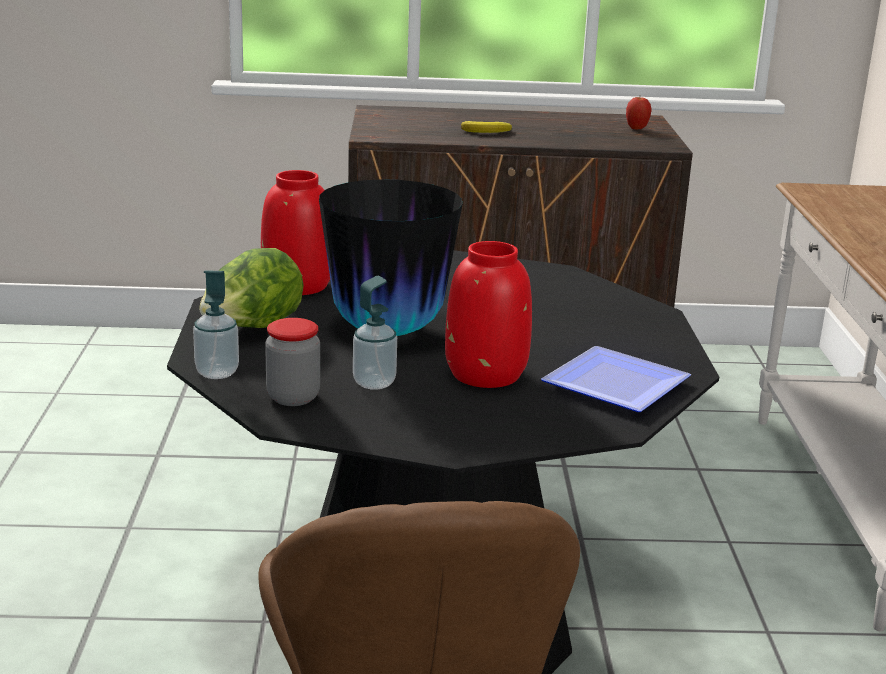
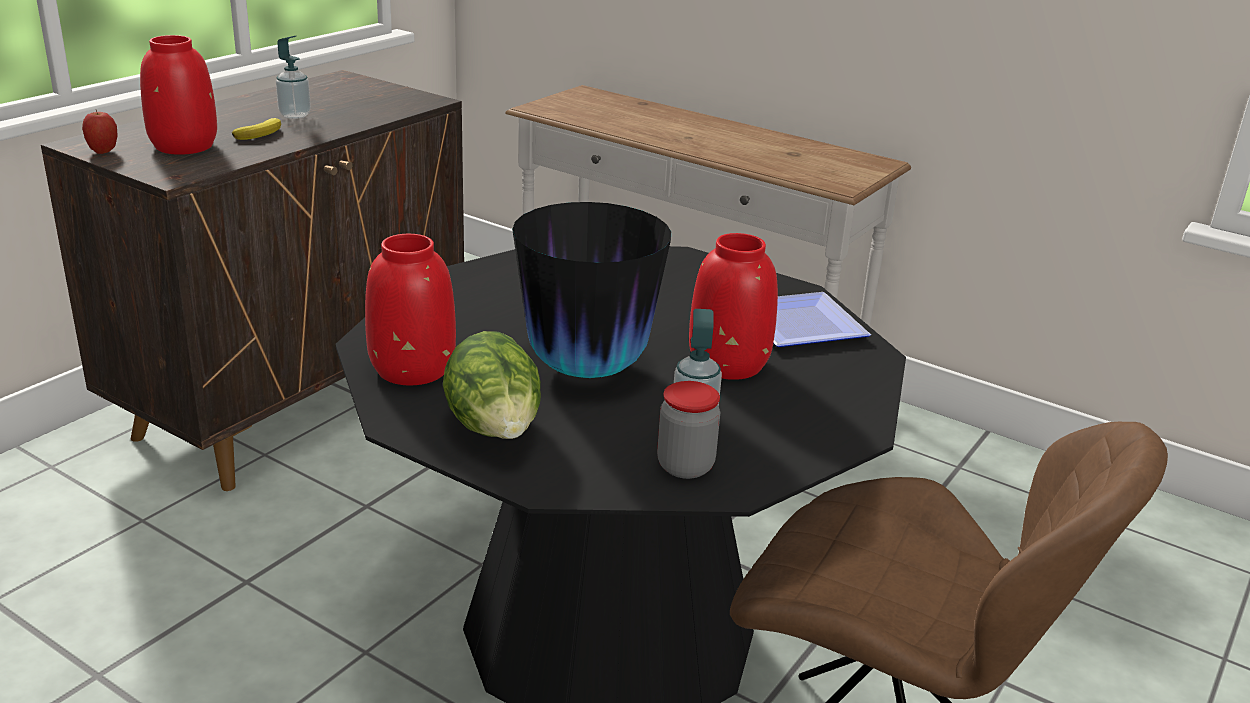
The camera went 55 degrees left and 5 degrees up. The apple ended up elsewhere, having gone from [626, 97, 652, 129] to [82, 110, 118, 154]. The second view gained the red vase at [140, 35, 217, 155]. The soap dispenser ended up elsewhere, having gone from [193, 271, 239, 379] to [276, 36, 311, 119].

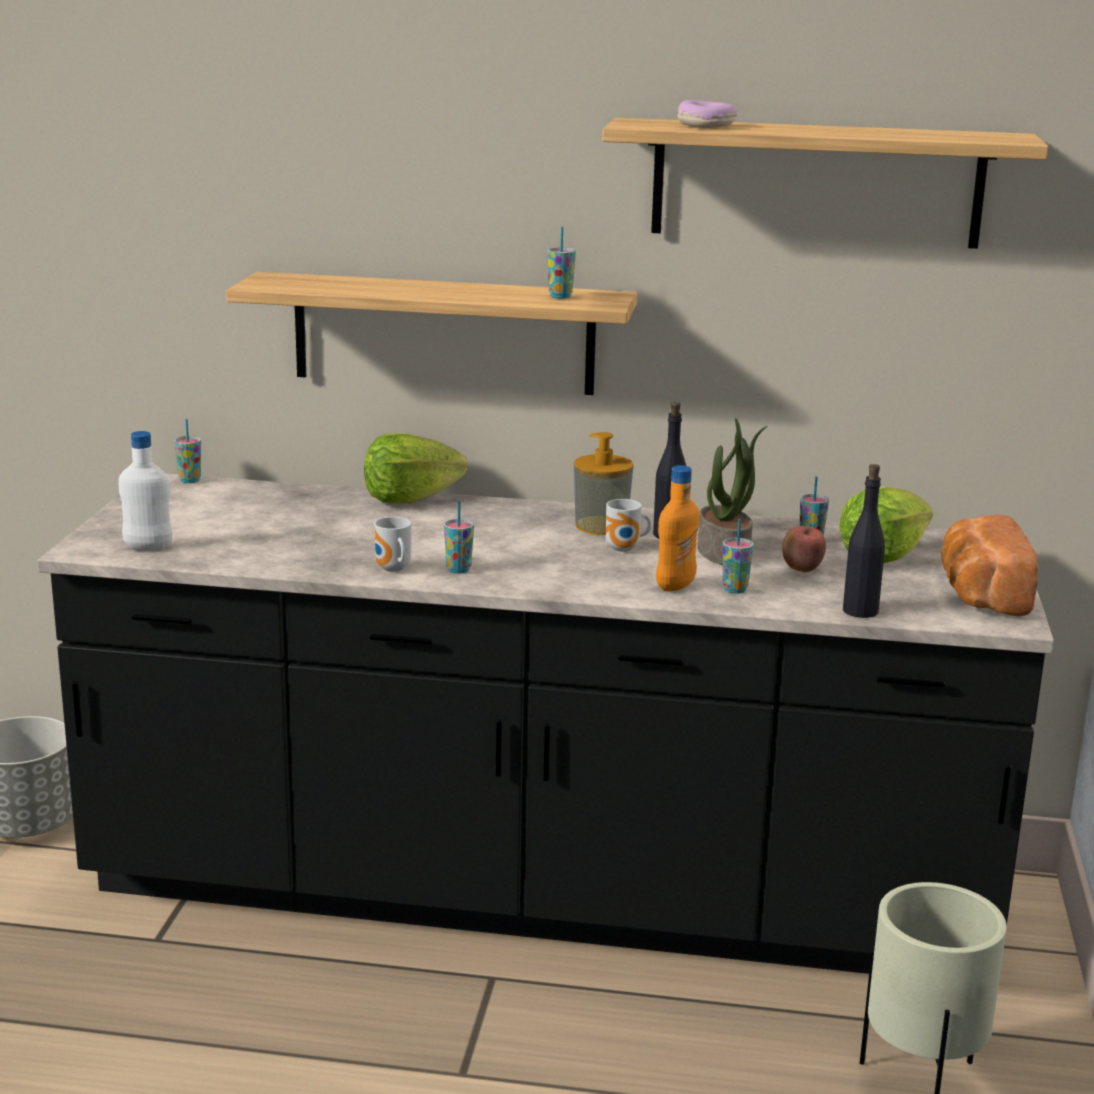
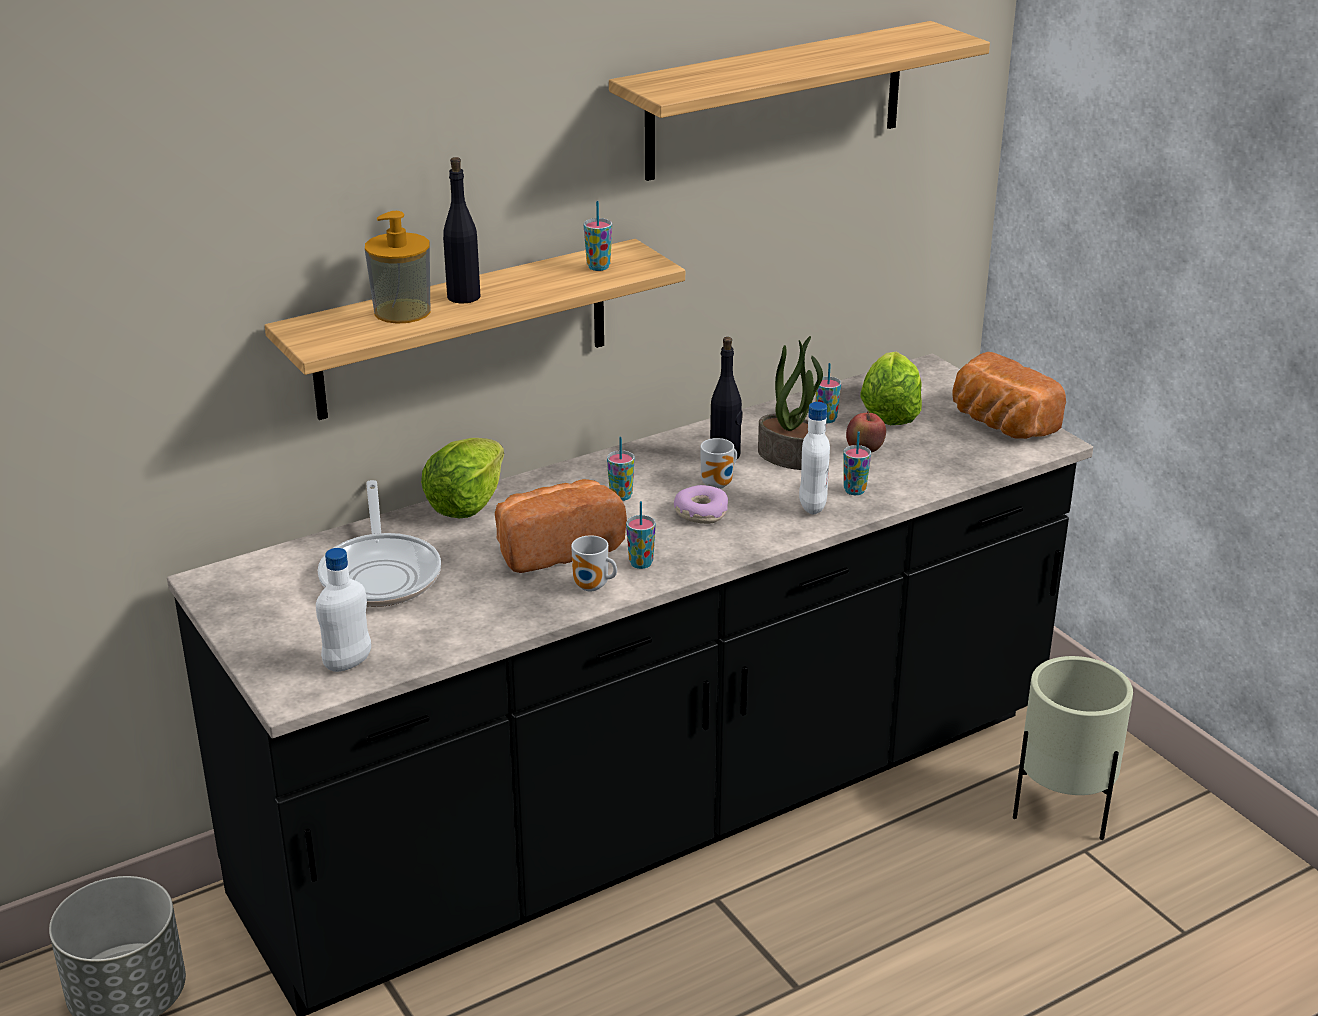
The camera went 40 degrees left and 10 degrees up. The second view gained the frying pan at [318, 480, 441, 607]. The soap dispenser ended up elsewhere, having gone from [574, 432, 634, 535] to [365, 211, 431, 324]. The black bottle ended up elsewhere, having gone from [843, 464, 885, 618] to [443, 157, 480, 303]. The second view gained the bread at [495, 479, 627, 573]. The cup ended up elsewhere, having gone from [174, 419, 201, 483] to [607, 437, 635, 501]. The donut ended up elsewhere, having gone from [677, 100, 737, 128] to [674, 485, 728, 524]. What was the orange bottle at [656, 465, 699, 591] turned into the white bottle at [799, 402, 830, 514].

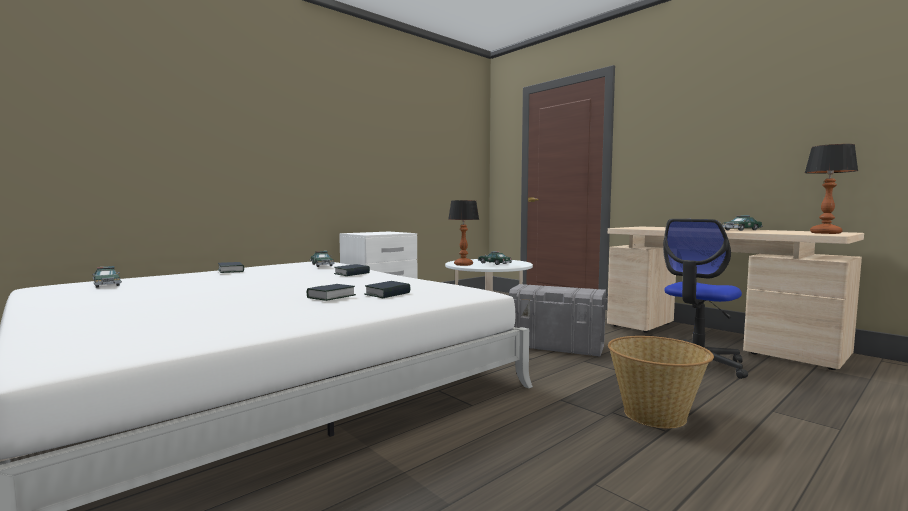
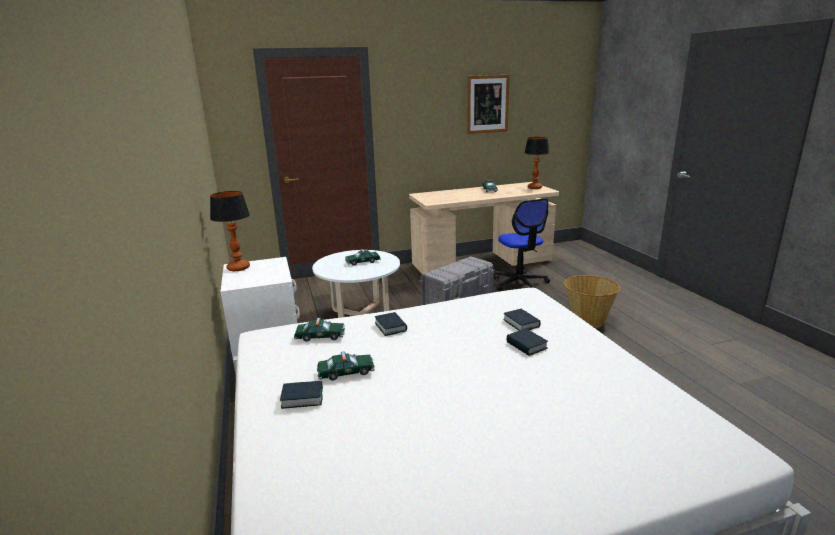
The camera went 65 degrees left and 15 degrees up. The table lamp ended up elsewhere, having gone from [448, 200, 479, 266] to [210, 191, 250, 271]. The toy car ended up elsewhere, having gone from [92, 266, 122, 288] to [317, 351, 375, 380]. The second view gained the picture at [467, 75, 510, 134].

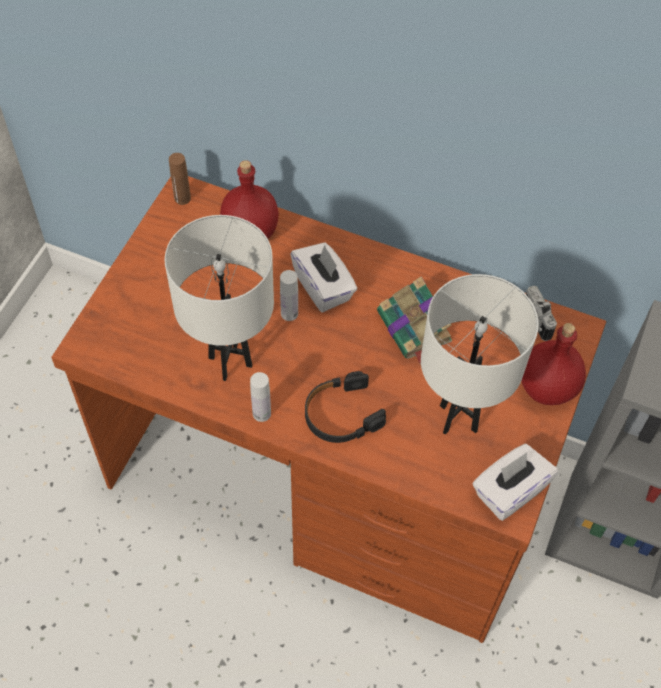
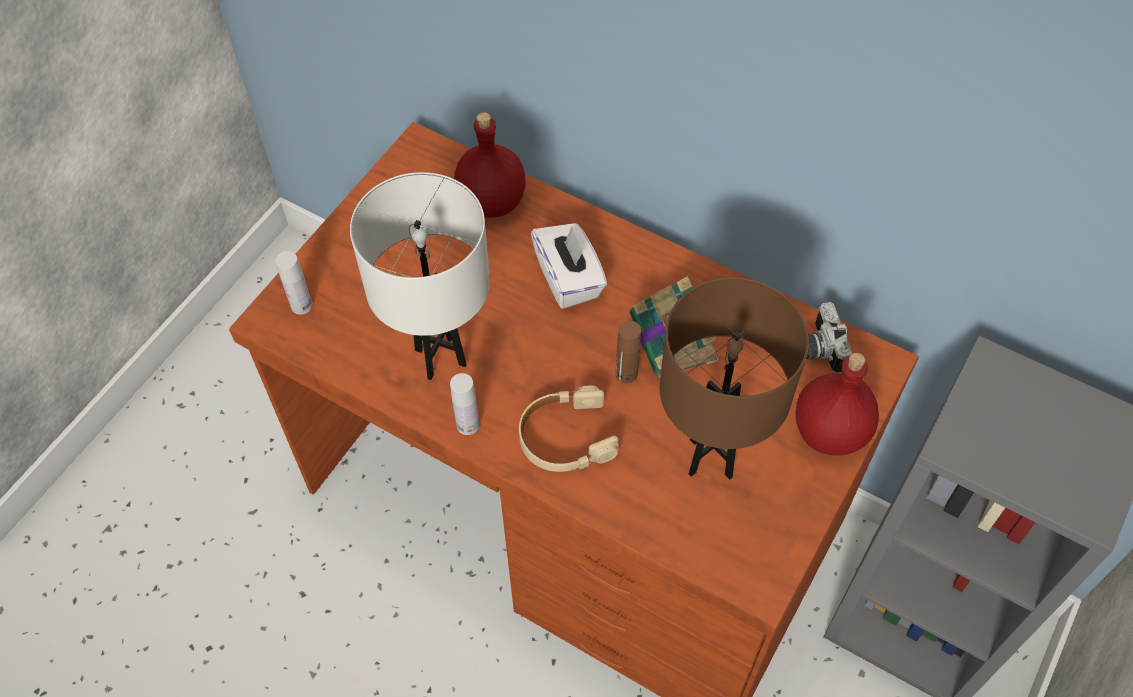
The camera went 10 degrees right and 0 degrees up. The white bottle ended up elsewhere, having gone from [280, 270, 298, 321] to [275, 251, 312, 315]. What was the black headphones at [305, 371, 386, 443] turned into the beige headphones at [519, 385, 619, 472]. The brown bottle ended up elsewhere, having gone from [169, 153, 191, 205] to [616, 321, 641, 383]. What was the white table lamp at [421, 274, 539, 434] turned into the brown table lamp at [660, 277, 809, 479]. The second view lost the white tissue box at [472, 444, 558, 521].

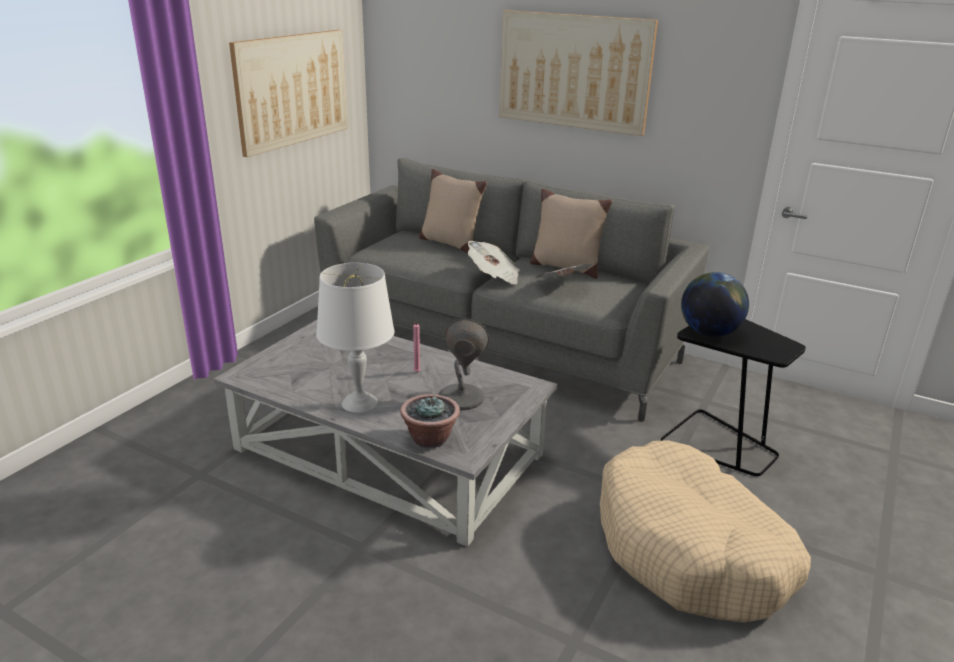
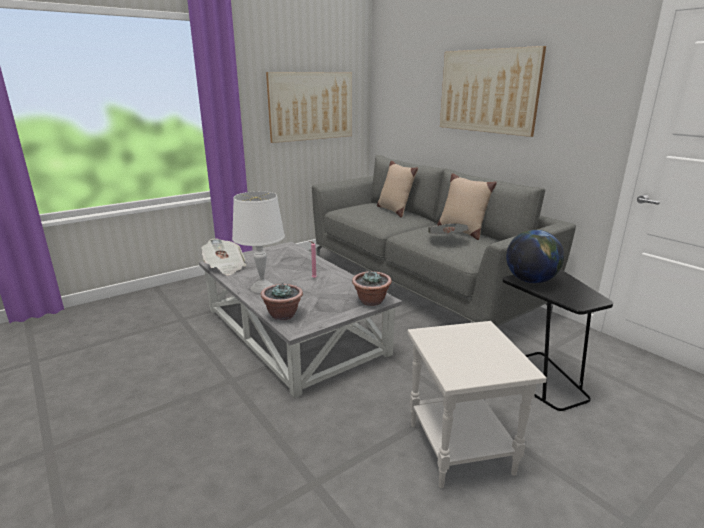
The camera went 25 degrees right and 5 degrees down. The newspaper ended up elsewhere, having gone from [468, 241, 520, 285] to [201, 238, 246, 276]. The second view gained the potted plant at [352, 271, 392, 306]. Where the beige dog bed stood at [600, 440, 811, 623], the white side table came to stand at [407, 321, 547, 488]. The second view lost the grey table lamp at [439, 319, 489, 410].

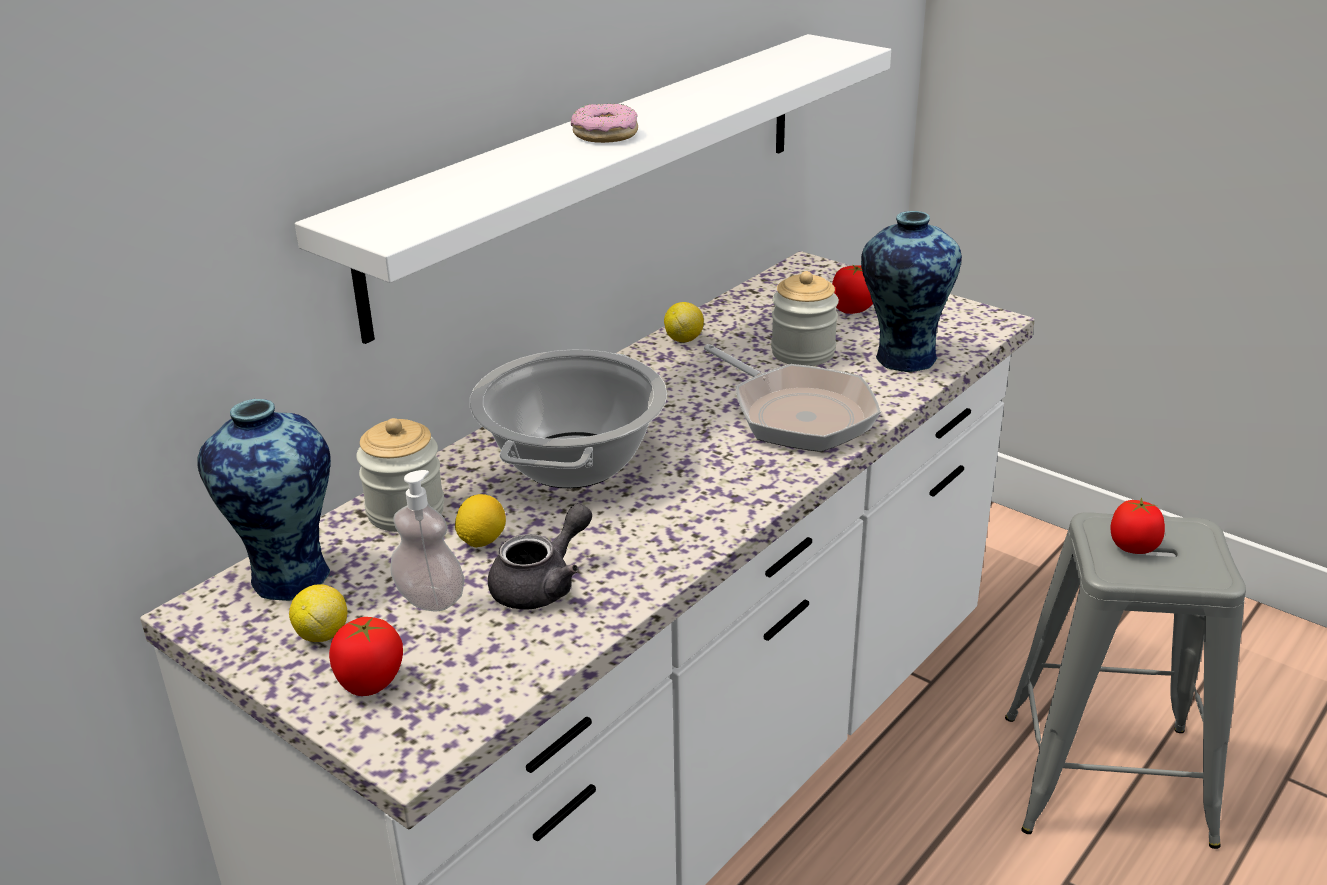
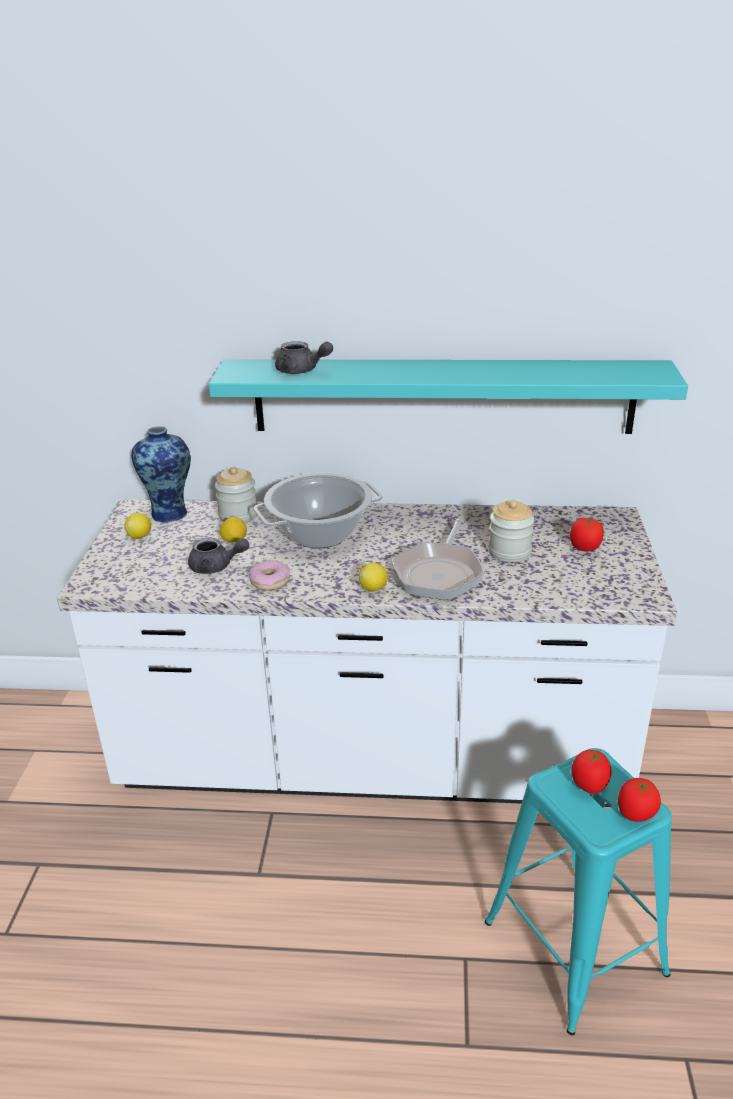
The camera went 55 degrees right and 0 degrees up. What was the white shelf at [295, 34, 891, 344] turned into the turquoise shelf at [209, 359, 688, 434]. The donut ended up elsewhere, having gone from [571, 104, 638, 143] to [249, 560, 290, 591]. The second view gained the grey teapot at [275, 341, 333, 374]. The lemon ended up elsewhere, having gone from [664, 302, 704, 342] to [359, 563, 388, 592]. What was the grey stool at [1005, 512, 1246, 849] turned into the turquoise stool at [485, 748, 672, 1035]. The tomato ended up elsewhere, having gone from [329, 617, 403, 696] to [618, 778, 661, 822]. The second view lost the soap dispenser at [390, 470, 465, 612]. The second view lost the vase at [861, 211, 962, 372].

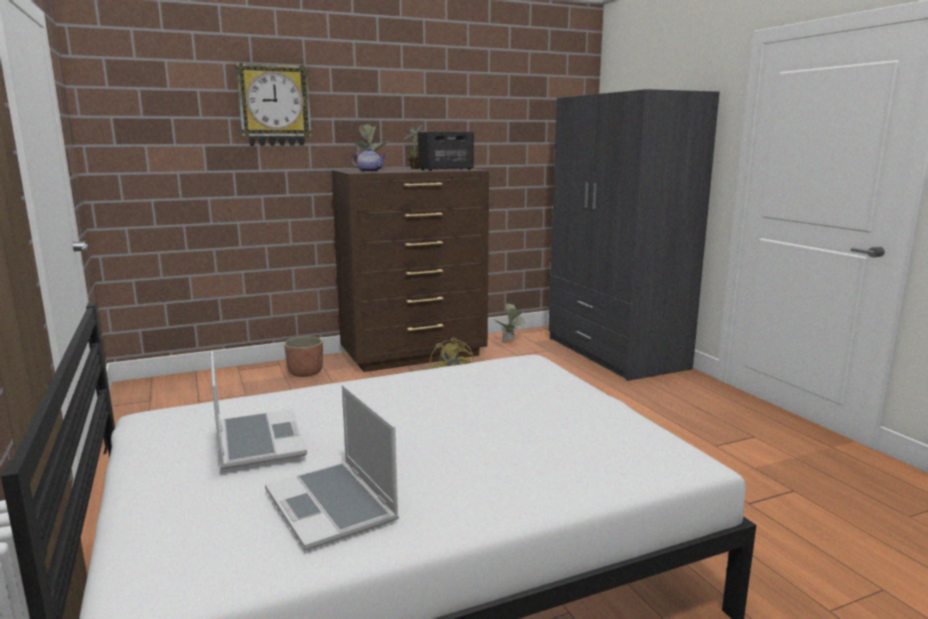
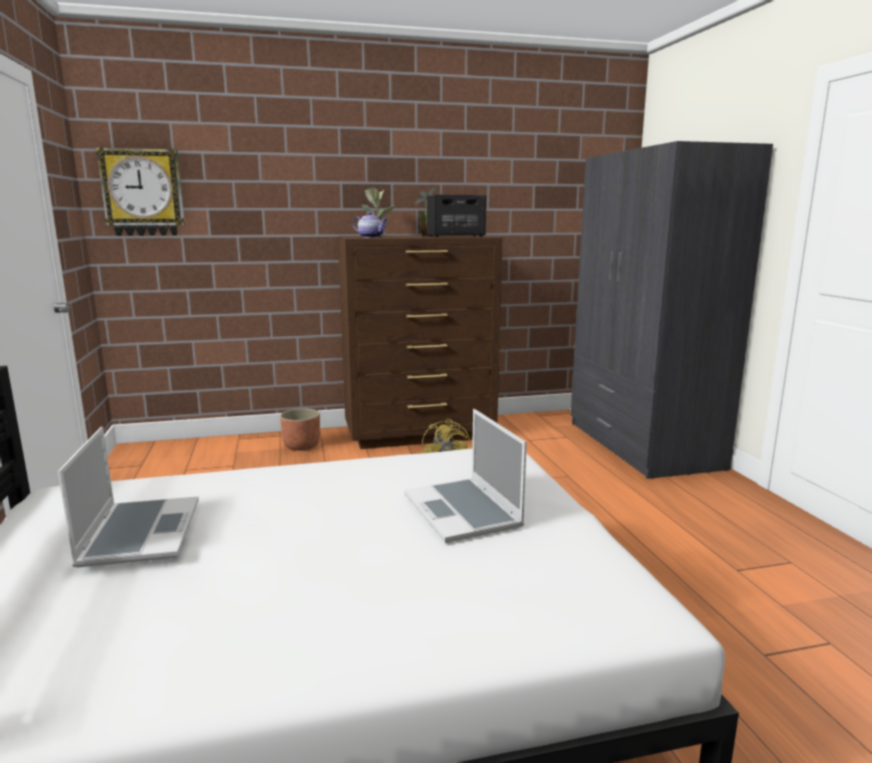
The camera went 10 degrees right and 0 degrees up. The wall clock ended up elsewhere, having gone from [236, 63, 312, 146] to [96, 147, 185, 236]. The laptop ended up elsewhere, having gone from [265, 385, 399, 551] to [404, 409, 527, 543]. The second view lost the potted plant at [494, 303, 525, 342].

